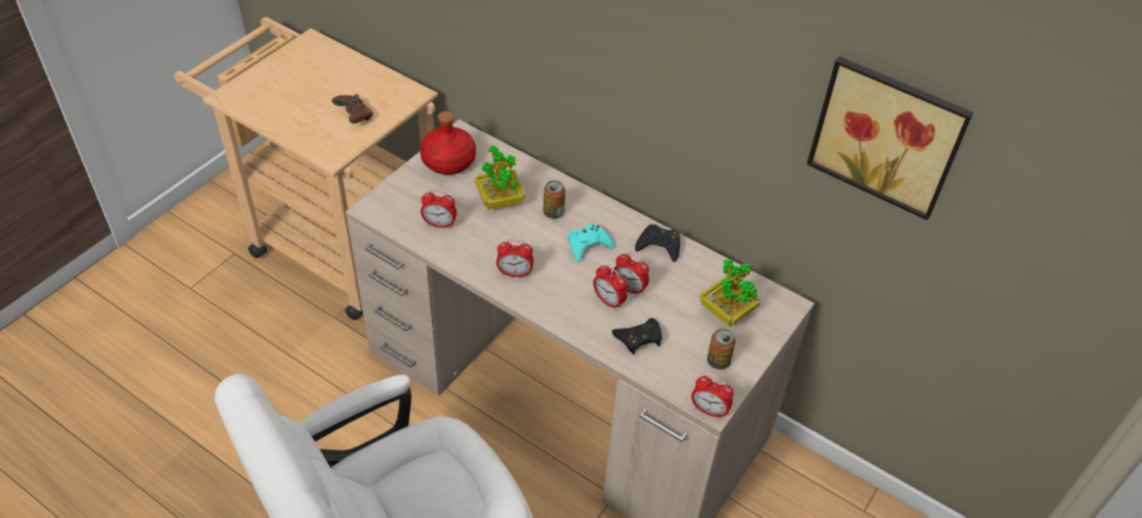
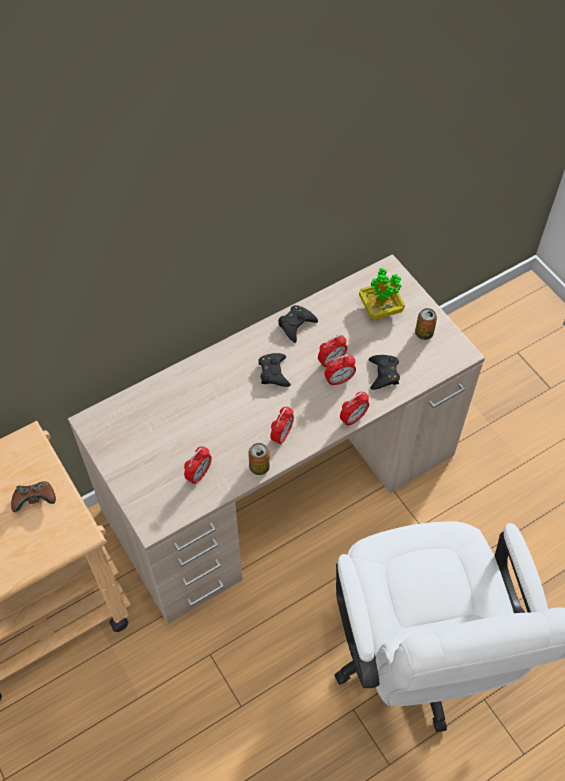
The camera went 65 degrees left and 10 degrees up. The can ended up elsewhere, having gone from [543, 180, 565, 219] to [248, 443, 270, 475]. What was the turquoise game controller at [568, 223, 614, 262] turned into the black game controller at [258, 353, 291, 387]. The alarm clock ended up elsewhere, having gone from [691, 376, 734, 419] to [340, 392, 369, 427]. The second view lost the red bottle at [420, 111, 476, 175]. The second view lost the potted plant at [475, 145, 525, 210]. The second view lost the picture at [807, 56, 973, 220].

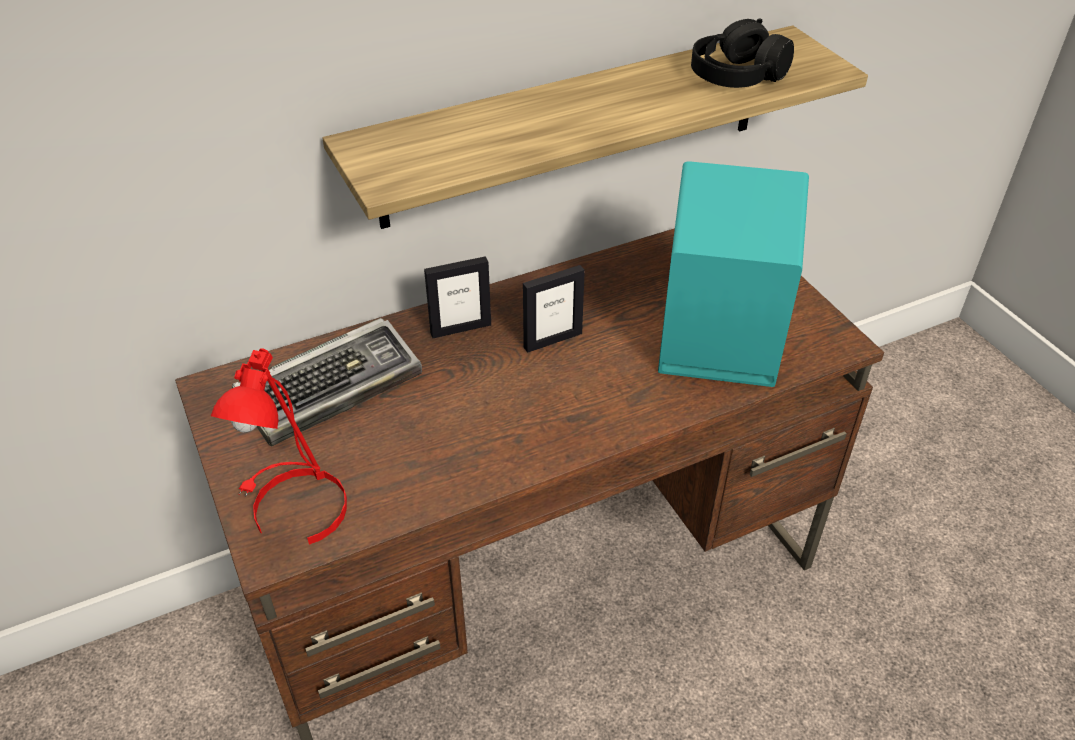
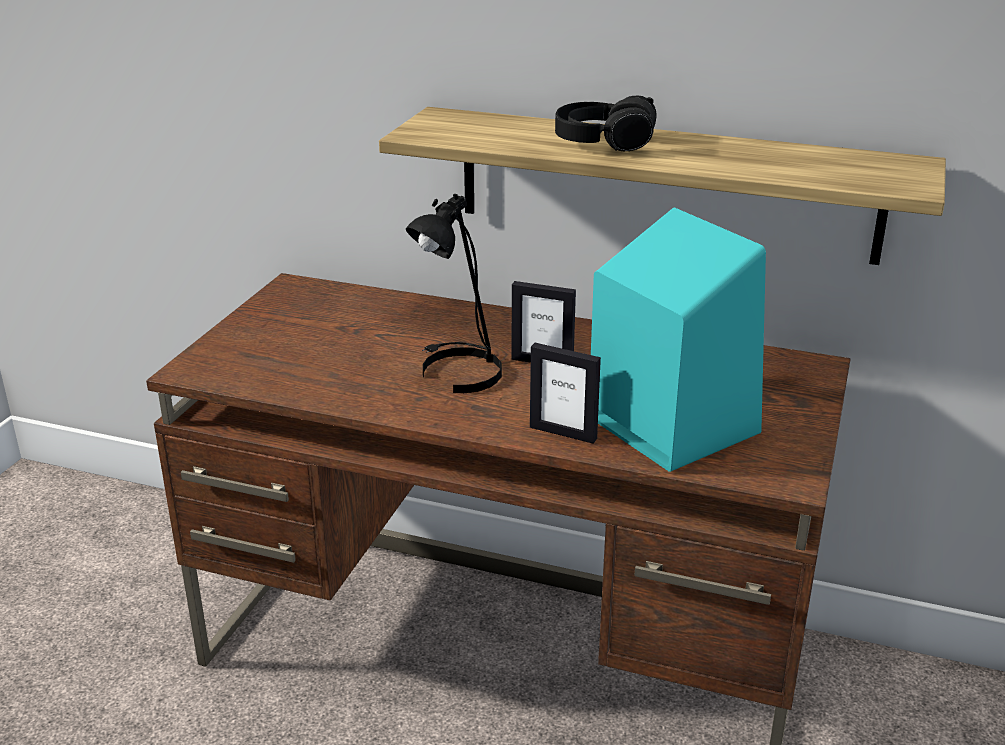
The camera went 45 degrees right and 15 degrees down. The second view gained the black table lamp at [406, 194, 502, 393]. The picture frame ended up elsewhere, having gone from [424, 256, 491, 338] to [530, 343, 601, 444]. The black headphones ended up elsewhere, having gone from [691, 18, 794, 88] to [555, 96, 657, 151]. The second view lost the red table lamp at [211, 348, 347, 545]. The second view lost the keyboard at [232, 318, 422, 446].

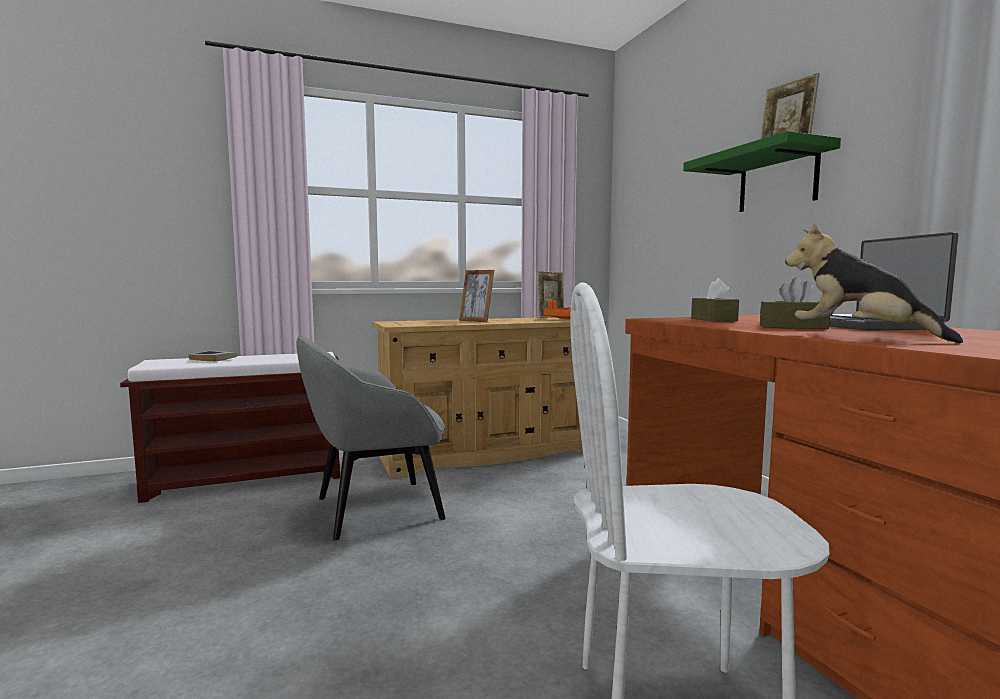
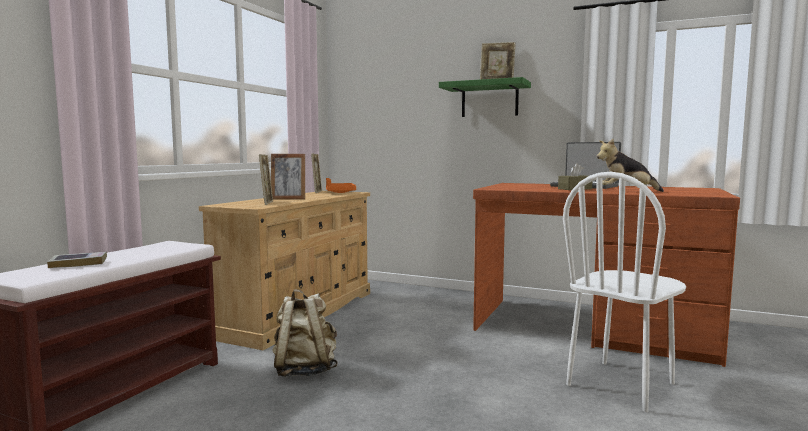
The camera went 45 degrees left and 0 degrees up. The second view gained the picture frame at [259, 154, 273, 205]. Where the grey armchair stood at [296, 336, 446, 540], the beige backpack came to stand at [272, 289, 337, 377]. The second view lost the brown tissue box at [691, 278, 739, 322].

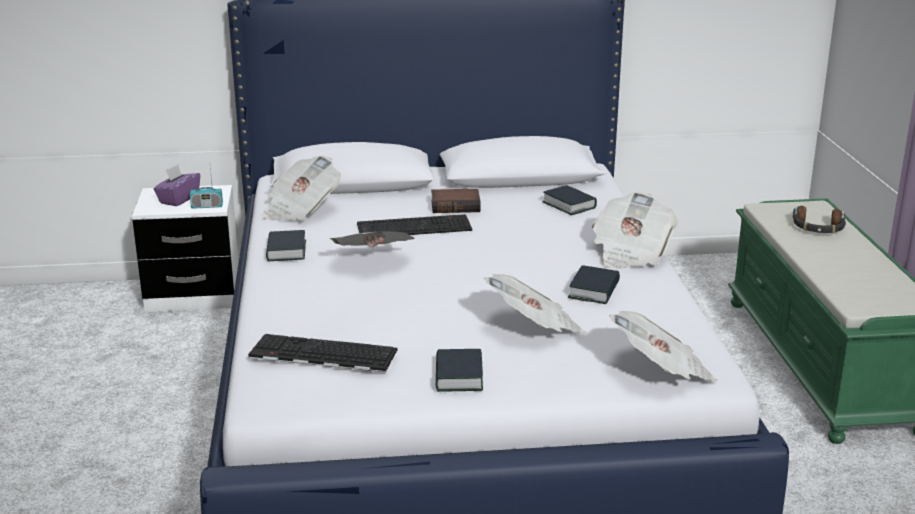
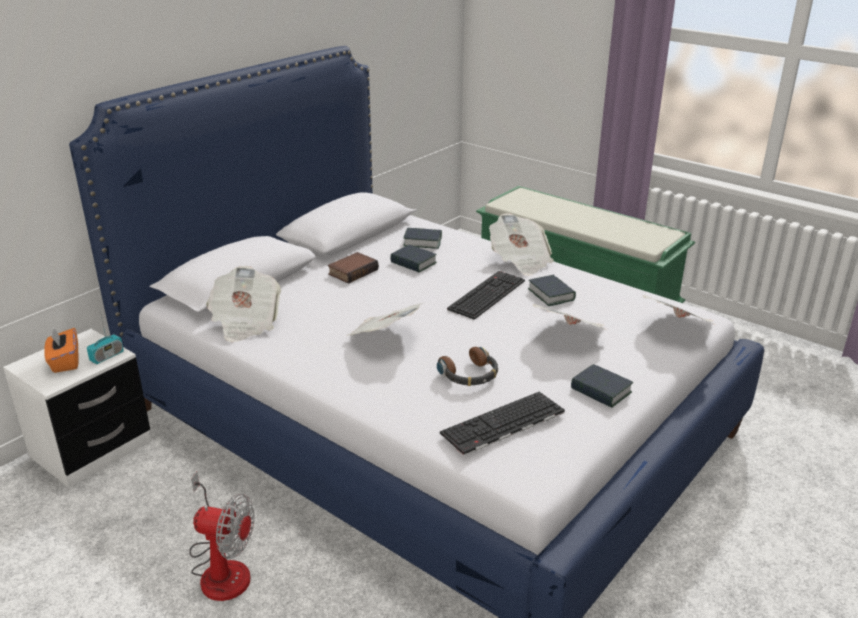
The camera went 45 degrees left and 5 degrees up. What was the purple tissue box at [153, 165, 200, 206] turned into the orange tissue box at [44, 327, 78, 373]. The second view gained the fan at [189, 472, 254, 601]. The book ended up elsewhere, having gone from [266, 230, 306, 261] to [390, 245, 437, 272]. The headphones ended up elsewhere, having gone from [793, 206, 846, 233] to [437, 347, 498, 386]. The keyboard ended up elsewhere, having gone from [357, 214, 472, 235] to [447, 271, 525, 320].

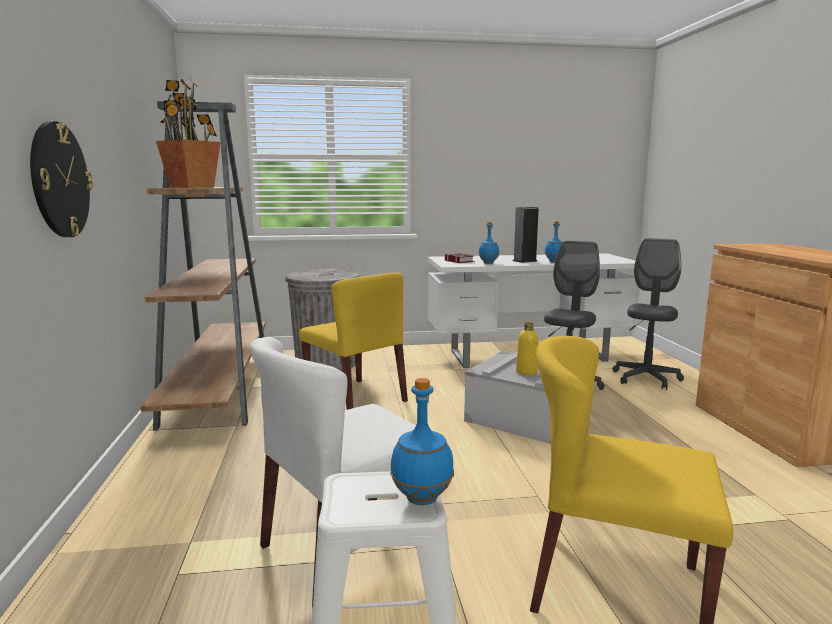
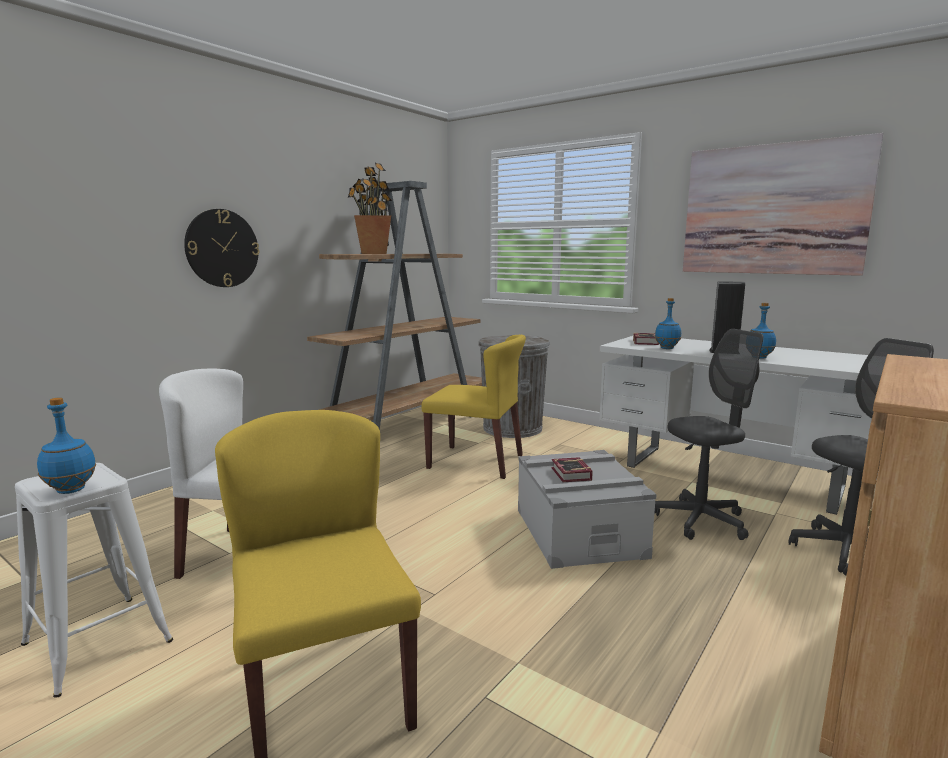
The camera went 45 degrees right and 0 degrees up. The yellow chair at [299, 273, 408, 410] ended up facing another way, 75 degrees counterclockwise from before. Where the yellow bottle stood at [516, 322, 538, 375], the book came to stand at [552, 457, 593, 482]. The second view gained the picture at [683, 133, 884, 276].

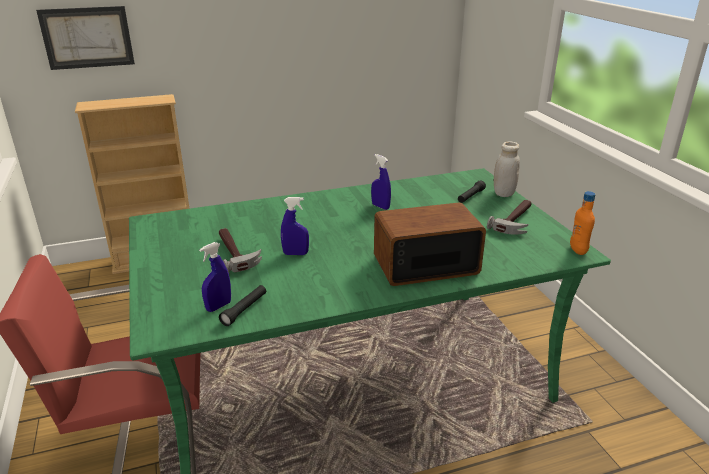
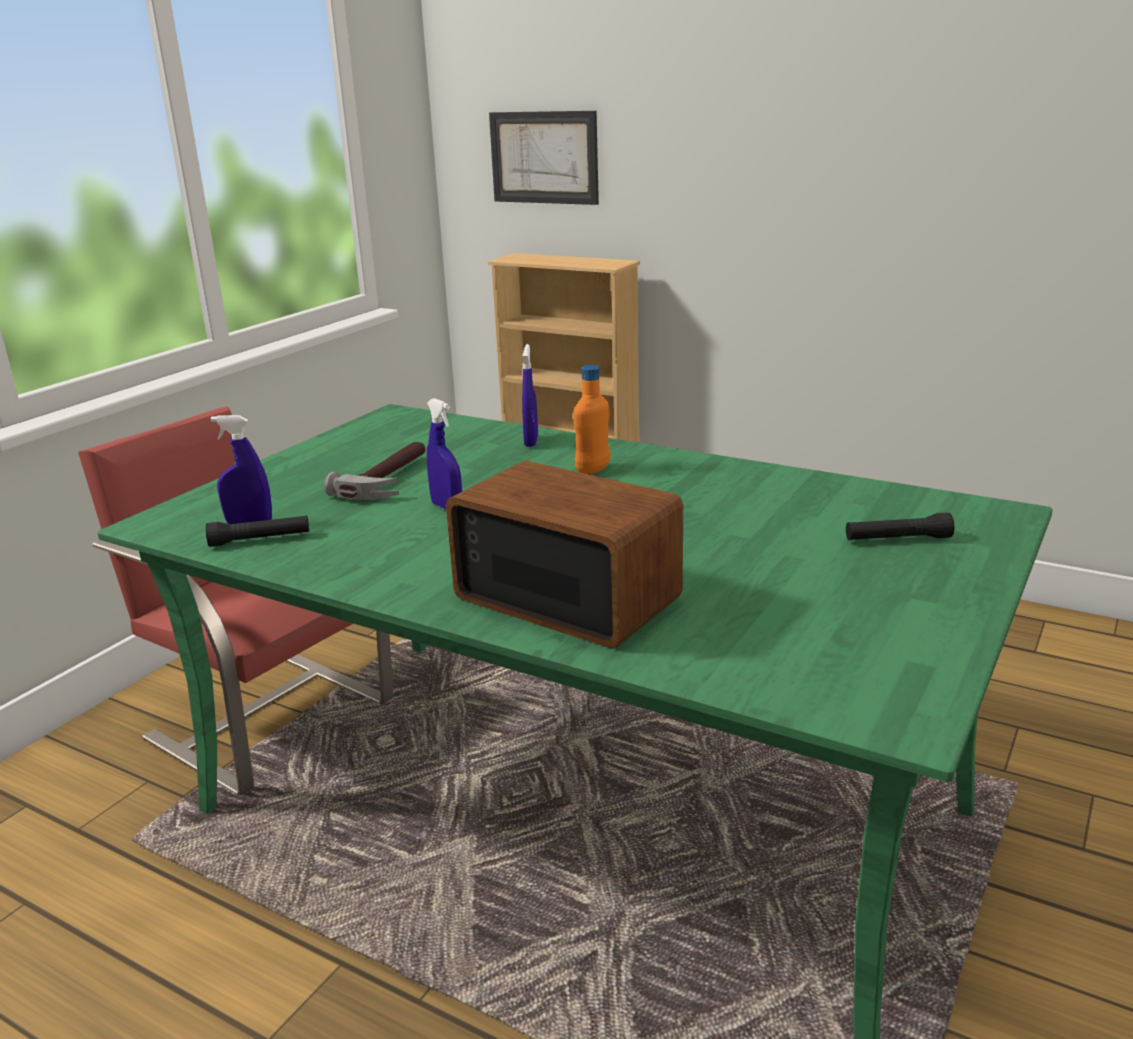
The camera went 50 degrees right and 5 degrees down. The blue spray bottle ended up elsewhere, having gone from [371, 154, 391, 210] to [522, 344, 538, 447]. The orange bottle ended up elsewhere, having gone from [570, 191, 596, 255] to [573, 365, 611, 475]. The second view lost the hammer at [487, 200, 532, 235]. The second view lost the white jar at [494, 142, 520, 197].

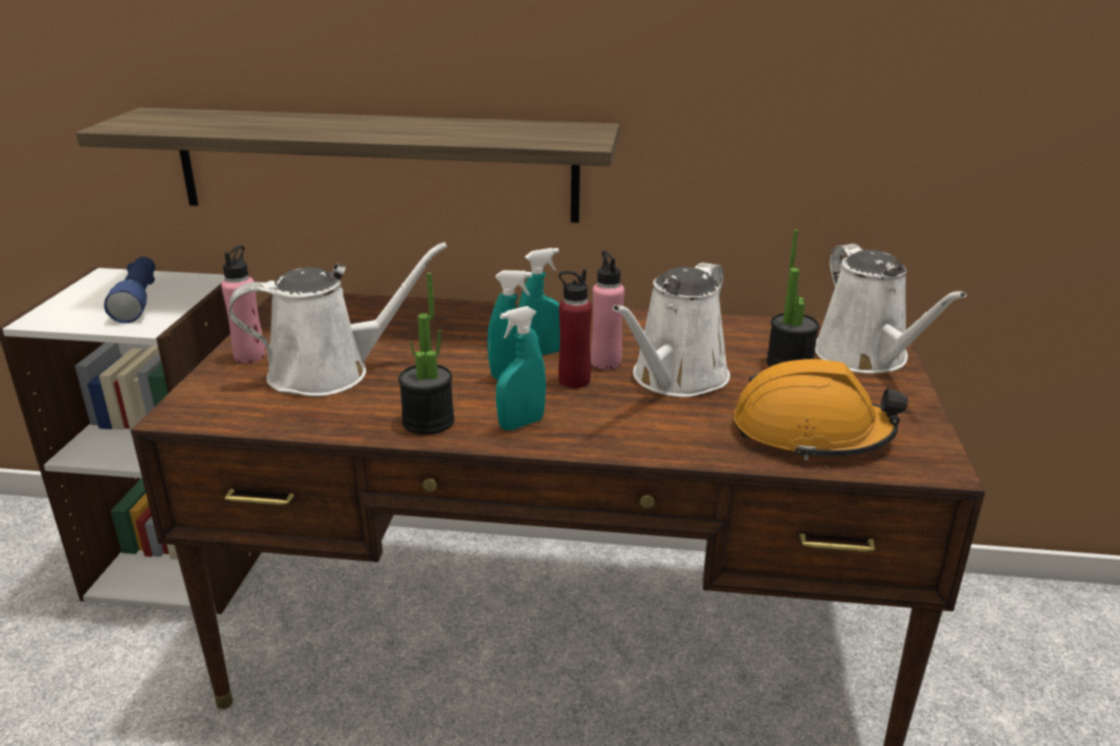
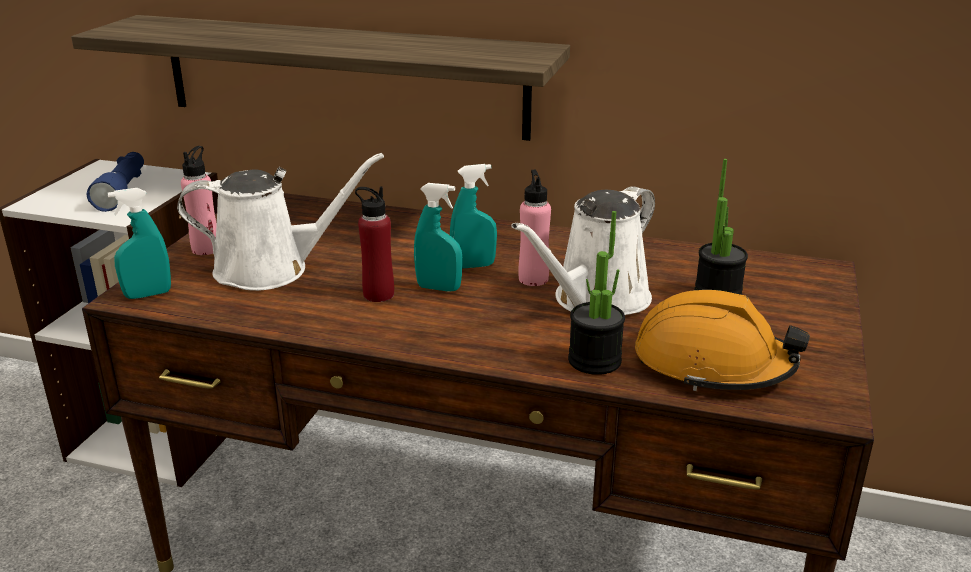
The camera went 10 degrees right and 0 degrees up. The turquoise spray bottle ended up elsewhere, having gone from [496, 306, 546, 430] to [108, 188, 171, 299]. The red bottle ended up elsewhere, having gone from [558, 269, 592, 388] to [355, 187, 394, 302]. The potted plant ended up elsewhere, having gone from [398, 273, 455, 435] to [568, 211, 625, 375]. The second view lost the white watering can at [815, 244, 967, 373].

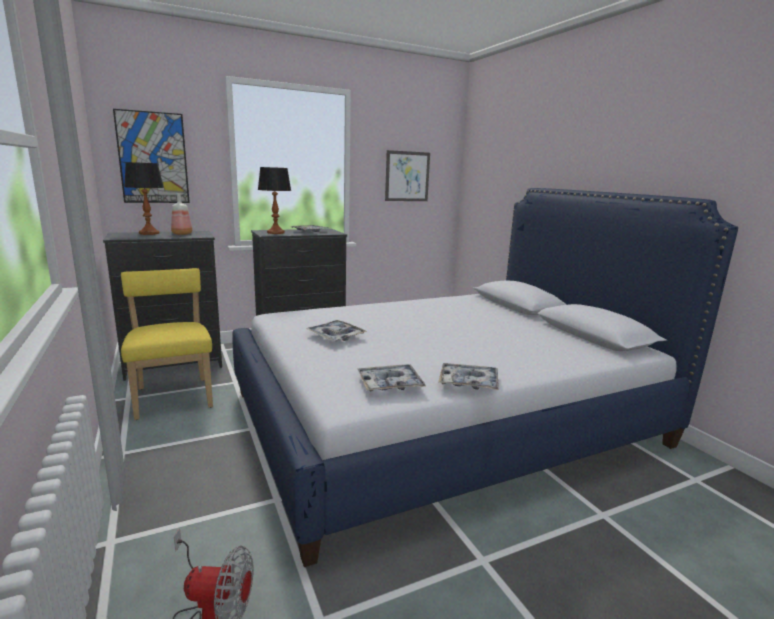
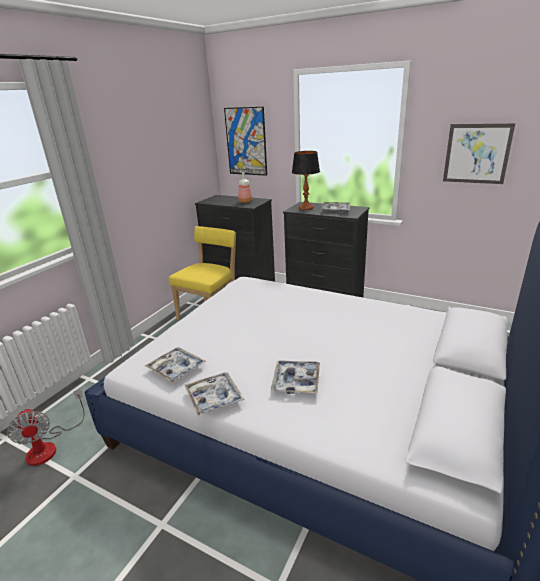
The camera went 55 degrees right and 10 degrees up. The tray ended up elsewhere, having gone from [306, 320, 367, 342] to [271, 360, 320, 394]. The second view lost the table lamp at [124, 162, 164, 235].

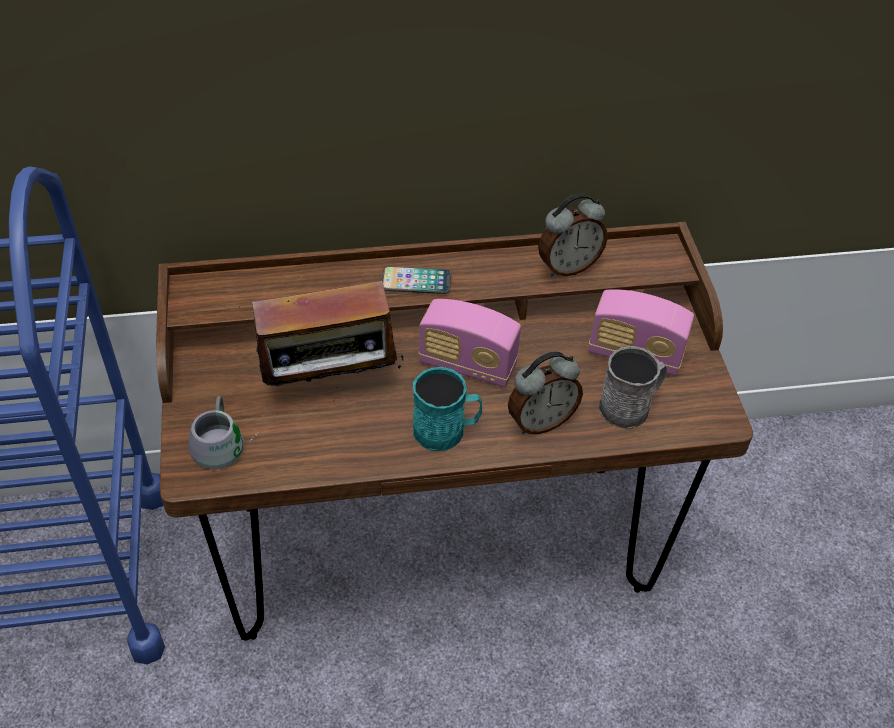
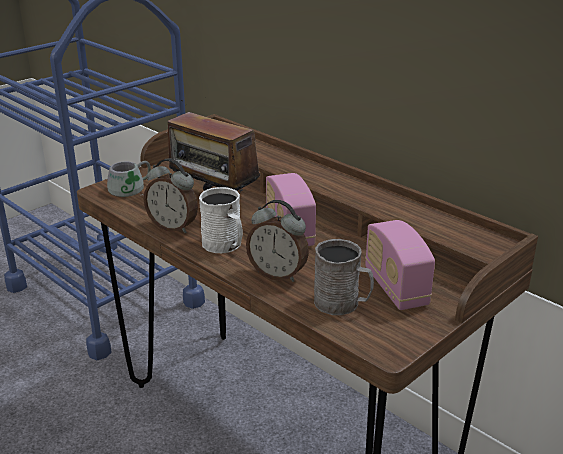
The camera went 55 degrees right and 20 degrees down. The alarm clock ended up elsewhere, having gone from [538, 193, 608, 276] to [144, 158, 198, 233]. What was the turquoise mug at [413, 367, 482, 451] turned into the white mug at [199, 187, 243, 253]. The second view lost the phone at [382, 266, 451, 294].

